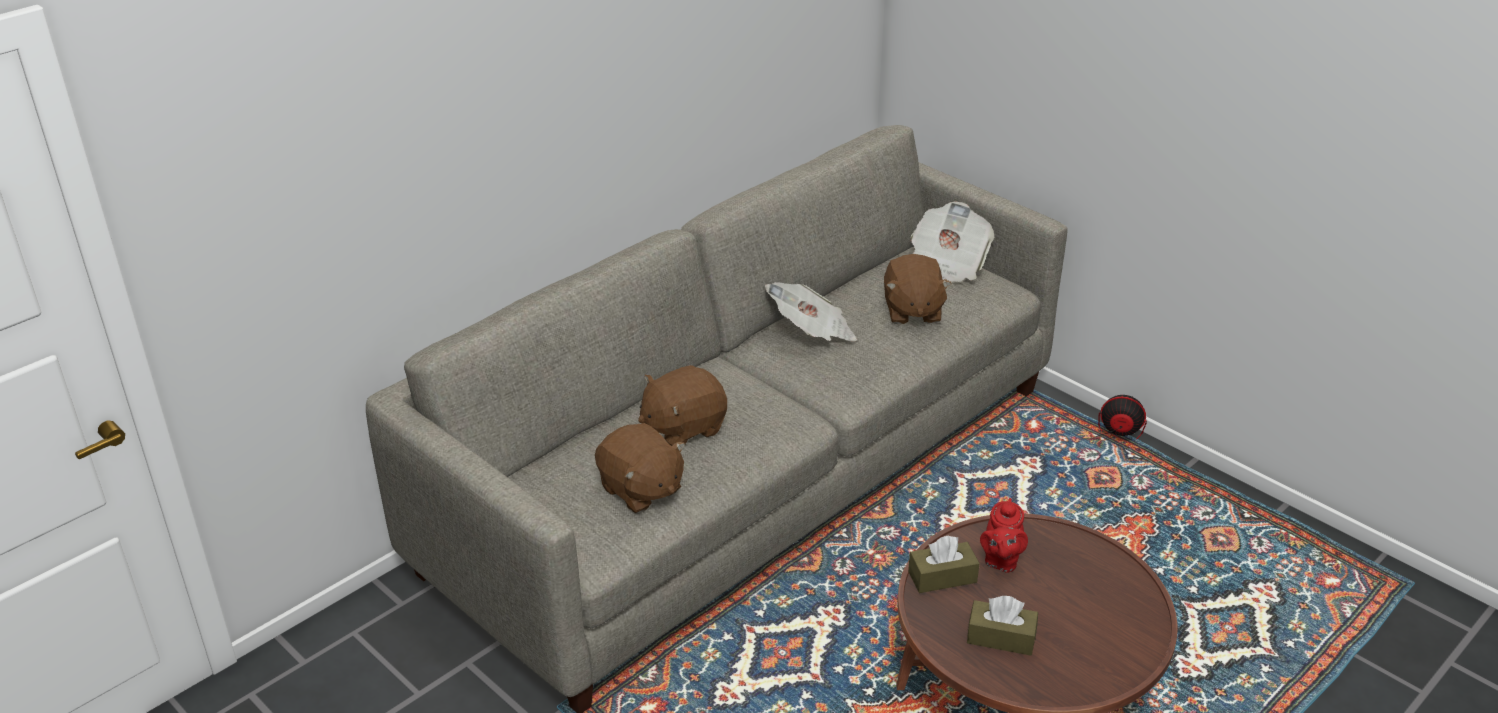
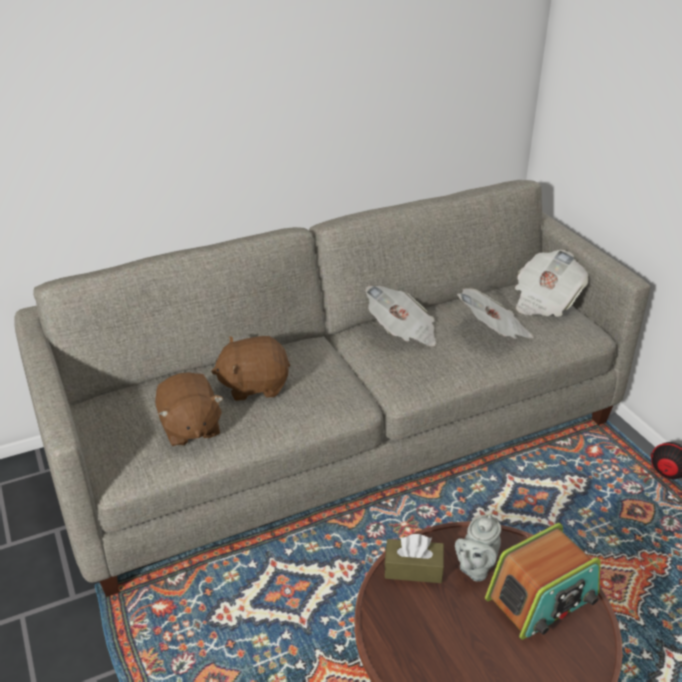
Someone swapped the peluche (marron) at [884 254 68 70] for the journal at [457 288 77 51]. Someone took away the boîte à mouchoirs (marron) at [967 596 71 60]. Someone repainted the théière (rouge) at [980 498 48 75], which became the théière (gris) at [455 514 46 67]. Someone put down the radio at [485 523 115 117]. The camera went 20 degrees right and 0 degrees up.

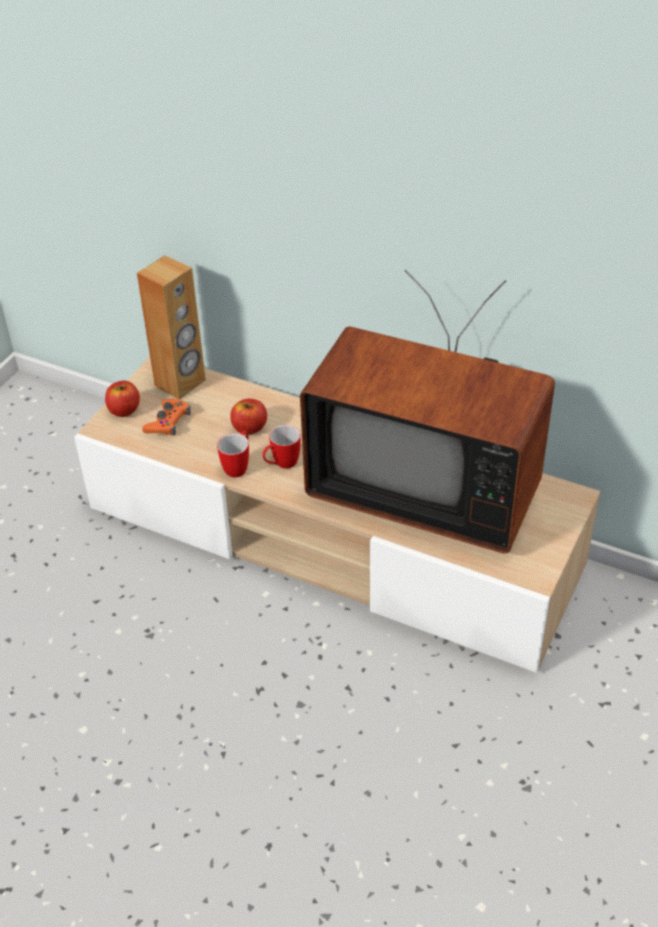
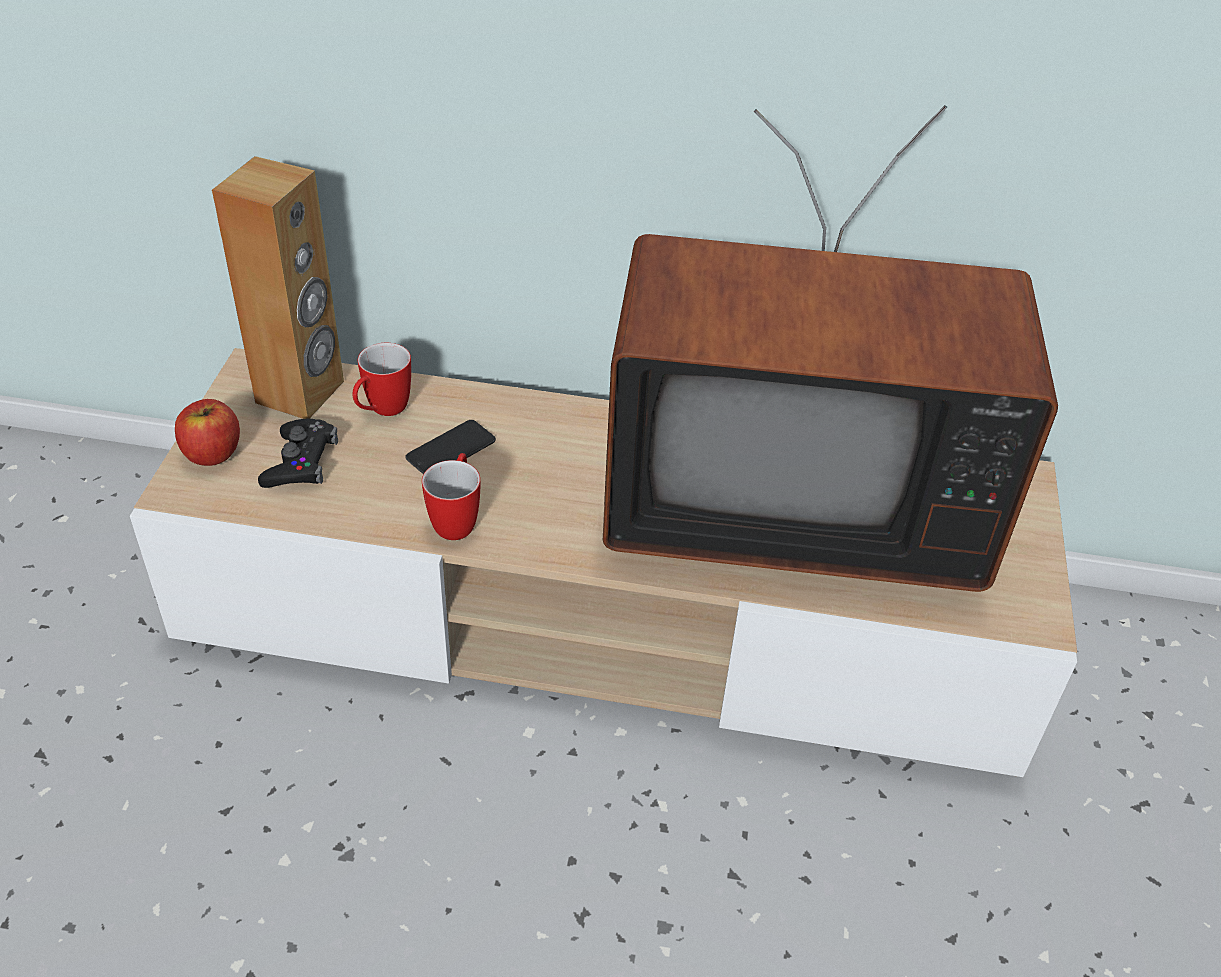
Someone repainted the manette (orange) at [142 399 49 37], which became the manette (noir) at [258 419 80 69]. Someone swapped the pomme at [230 399 37 36] for the téléphone at [405 420 91 54]. Someone carried the mug from [262 425 39 44] to [352 343 59 73]. The camera went 20 degrees left and 0 degrees up.

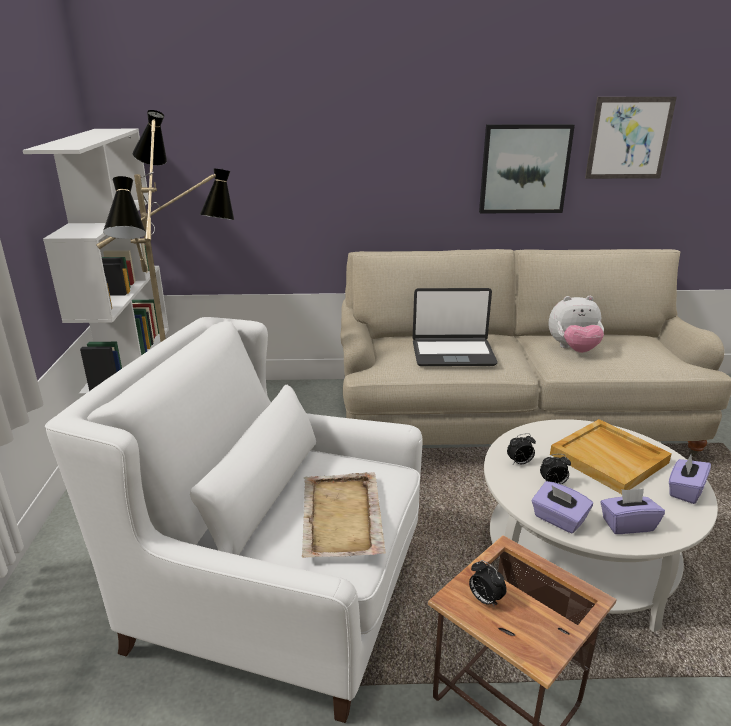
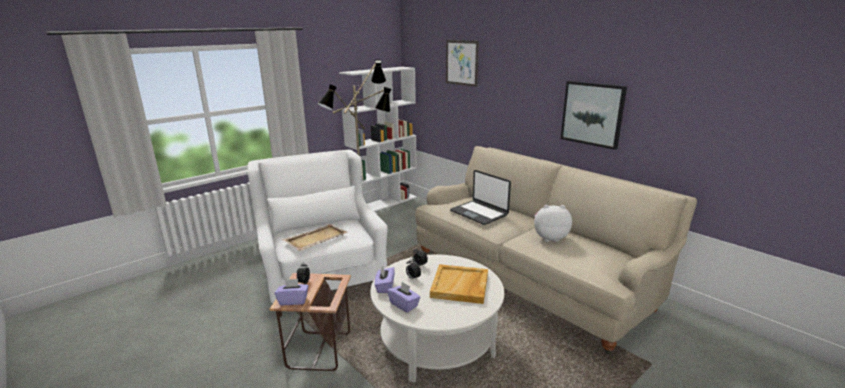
Someone rotated the peluche at [548 296 56 57] by 135 degrees clockwise. Someone carried the tableau from [585 97 92 82] to [446 40 33 47]. Someone carried the boîte à mouchoirs (violet) from [669 455 42 49] to [275 279 34 26]. The camera went 50 degrees right and 5 degrees down.

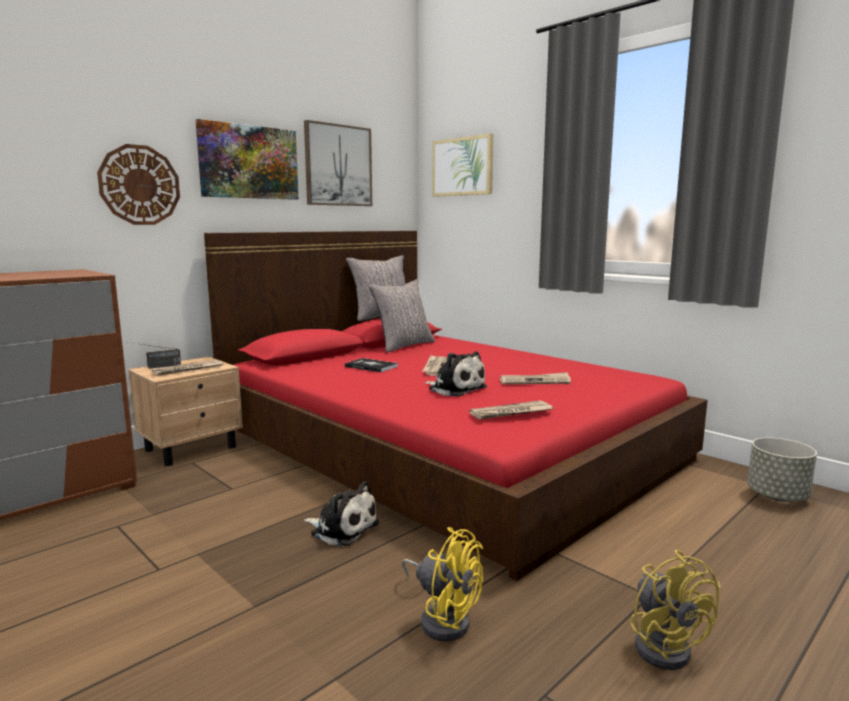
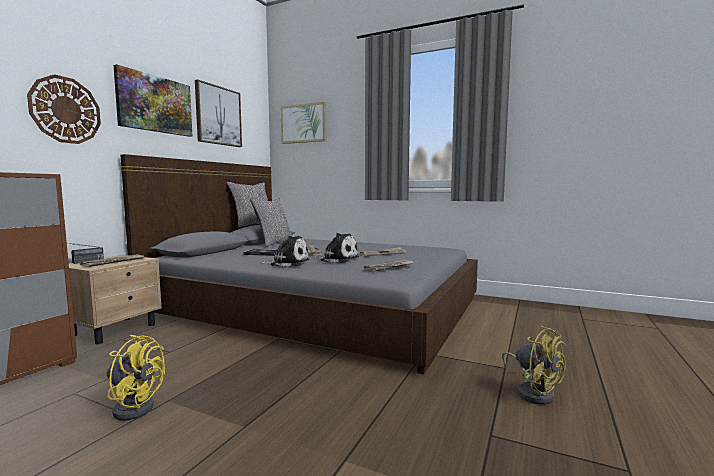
Someone repainted the lit (rouge) at [204 231 504 350], which became the lit (gris) at [120 154 358 220]. Someone carried the peluche from [304 481 75 65] to [261 236 49 31]. Someone carried the ventilateur (jaune) from [402 527 81 115] to [107 335 58 86]. Someone took away the cache-pot (gris) at [747 437 70 65]. The camera went 20 degrees left and 5 degrees down.

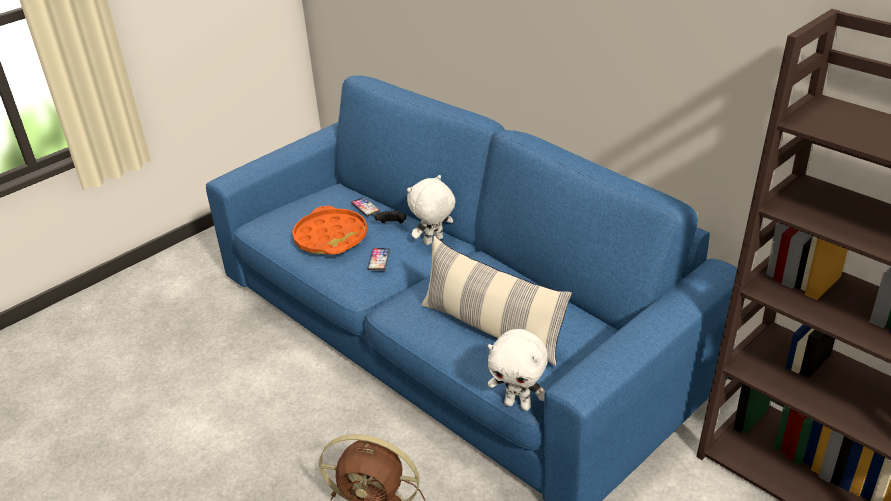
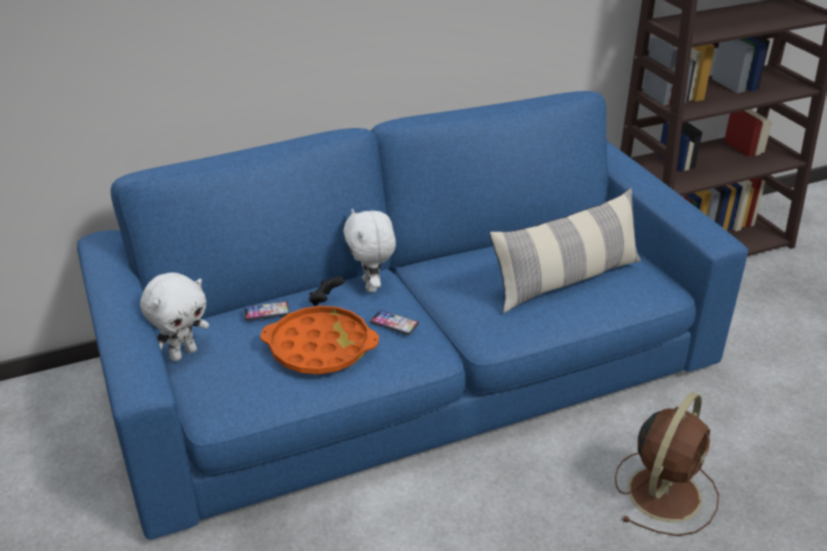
Someone carried the peluche (blanc) from [488 329 60 82] to [140 273 69 89]. The camera went 70 degrees left and 0 degrees up.

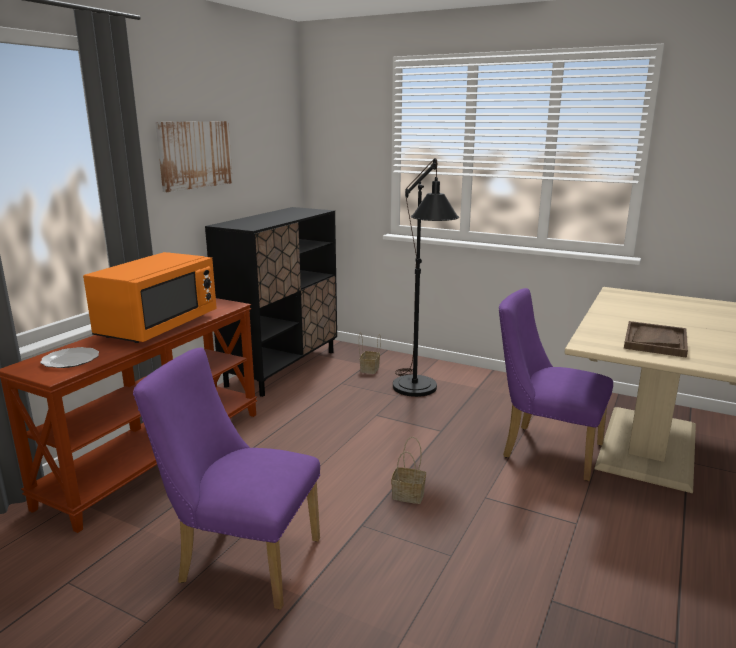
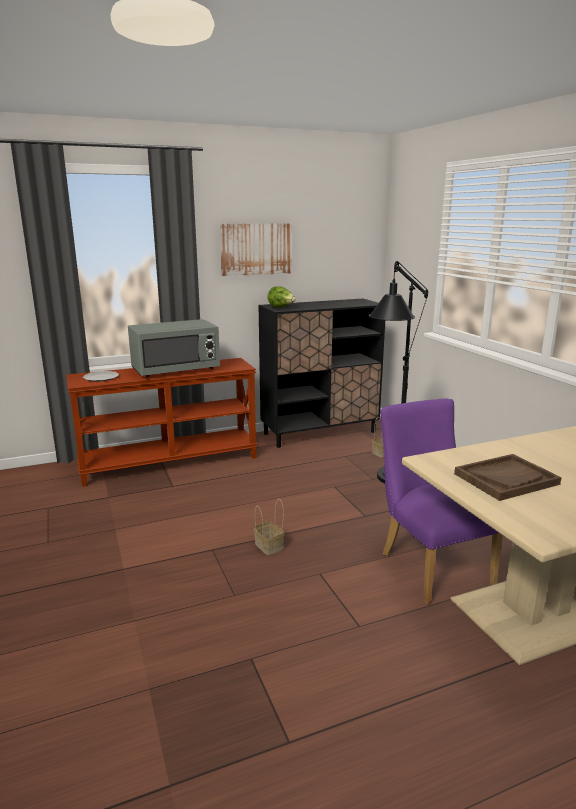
Someone repainted the micro-ondes (orange) at [83 252 134 91], which became the micro-ondes (gris) at [128 319 92 58]. Someone took away the chaise (violet) at [133 347 187 263]. Someone put down the laitue at [267 286 29 22]. The camera went 40 degrees right and 0 degrees up.

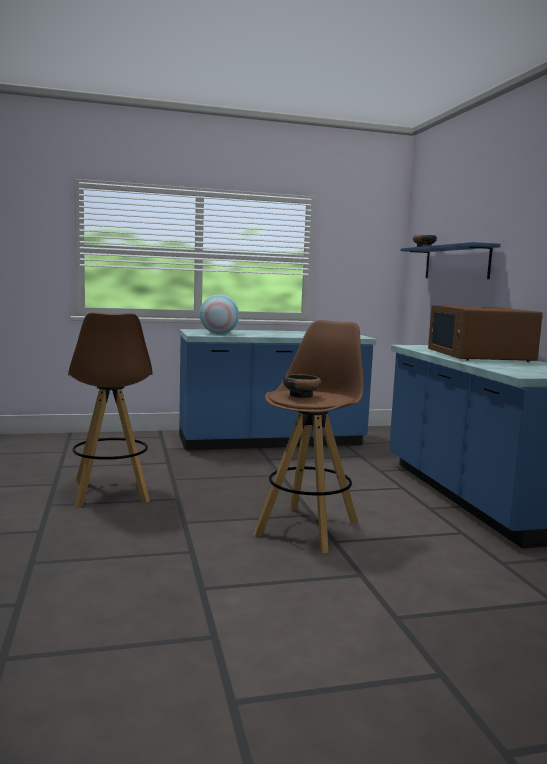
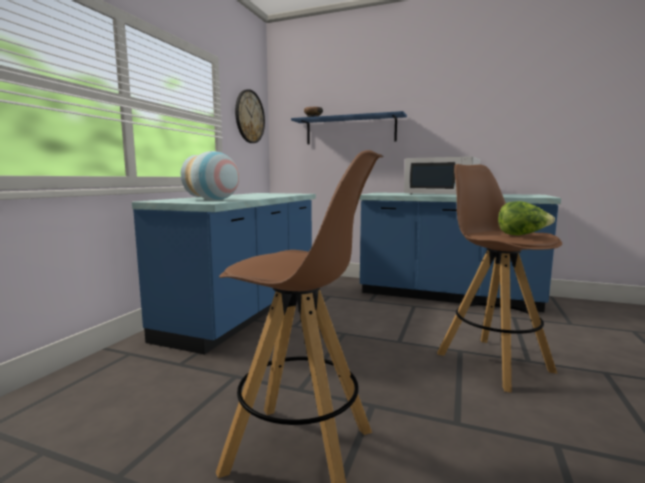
Someone swapped the bol at [283 374 38 24] for the laitue at [498 201 57 34]. Someone repainted the micro-ondes (marron) at [428 305 115 57], which became the micro-ondes (blanc) at [404 156 76 39]. Someone put up the horloge murale at [235 89 30 54]. The camera went 55 degrees left and 0 degrees up.

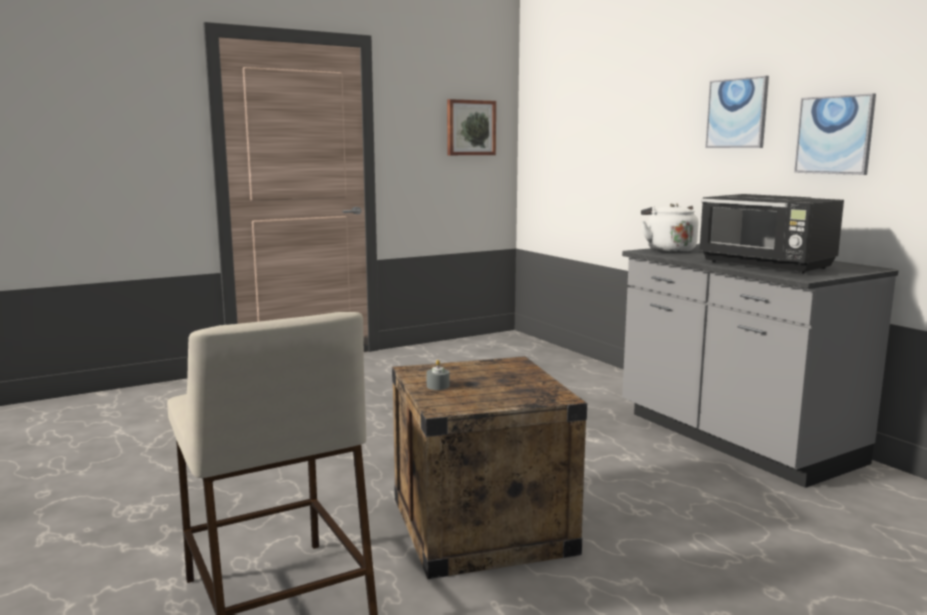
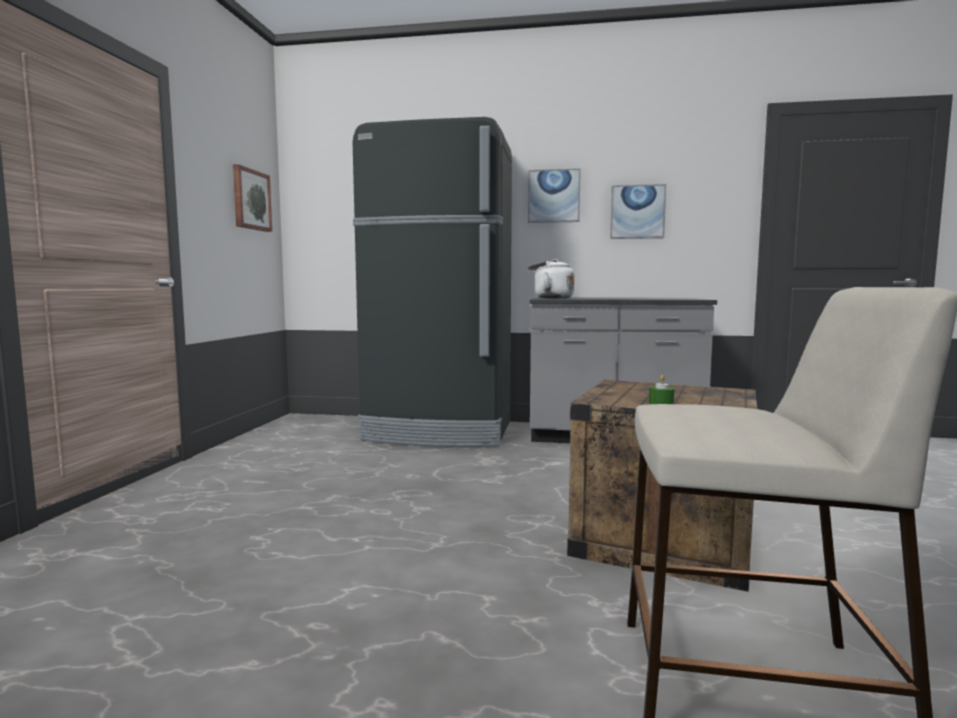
Someone repainted the bougie (gris) at [427 360 23 30], which became the bougie (vert) at [649 375 25 29]. Someone took away the micro-ondes (noir) at [699 194 145 80]. Someone put down the réfrigérateur (noir) at [353 117 159 330]. The camera went 50 degrees left and 5 degrees down.

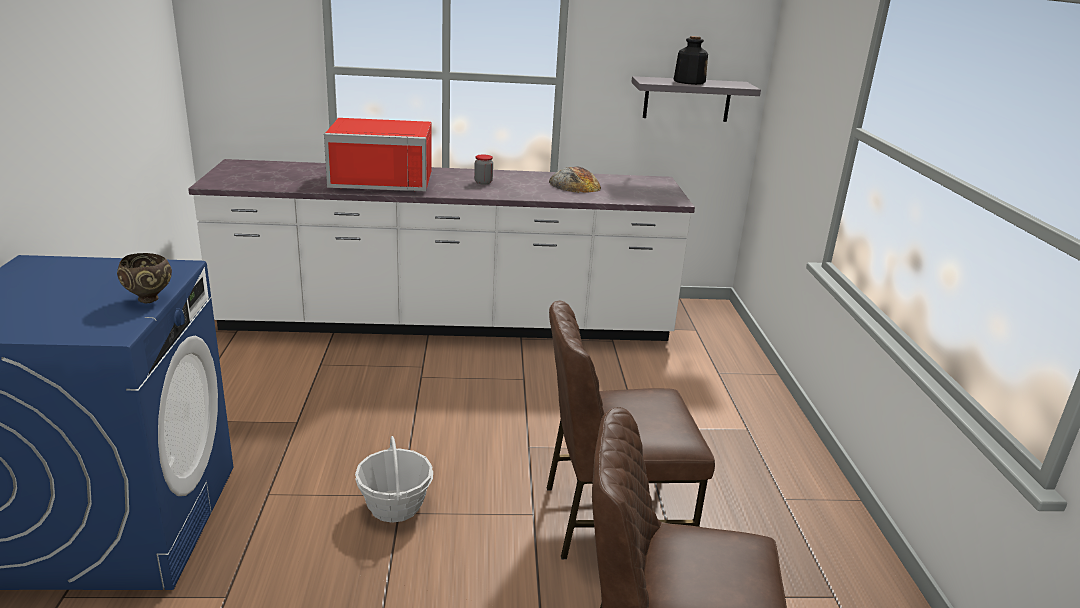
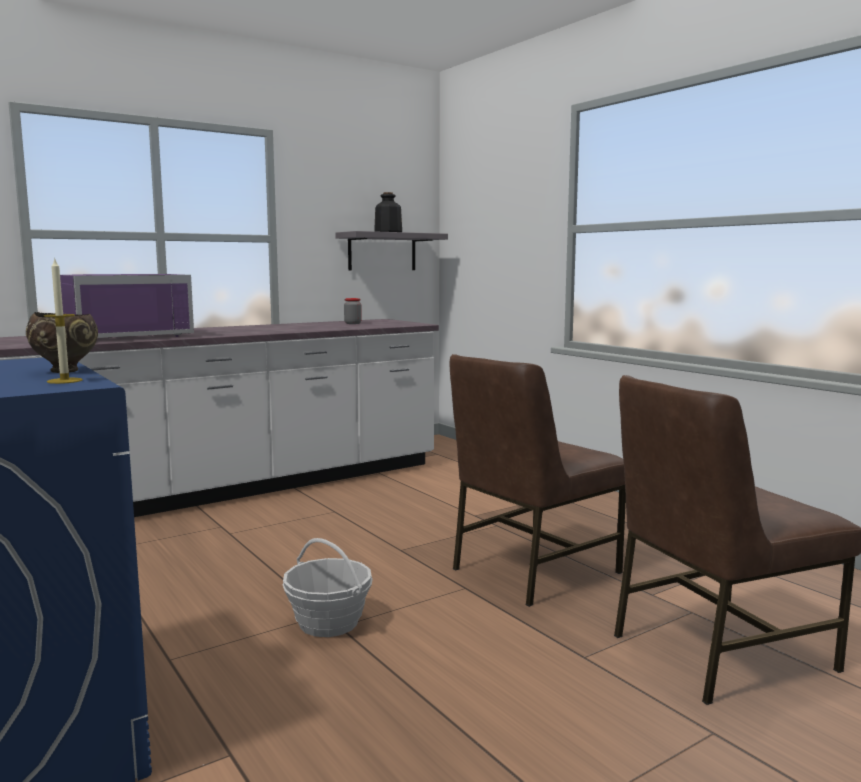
Someone repainted the micro-ondes (rouge) at [324 118 108 73], which became the micro-ondes (violet) at [60 274 134 64]. Someone carried the bocal from [474 154 19 31] to [344 298 18 26]. Someone took away the pain at [549 167 52 26]. Someone put down the bougie at [44 258 39 126]. The camera went 30 degrees left and 15 degrees down.

